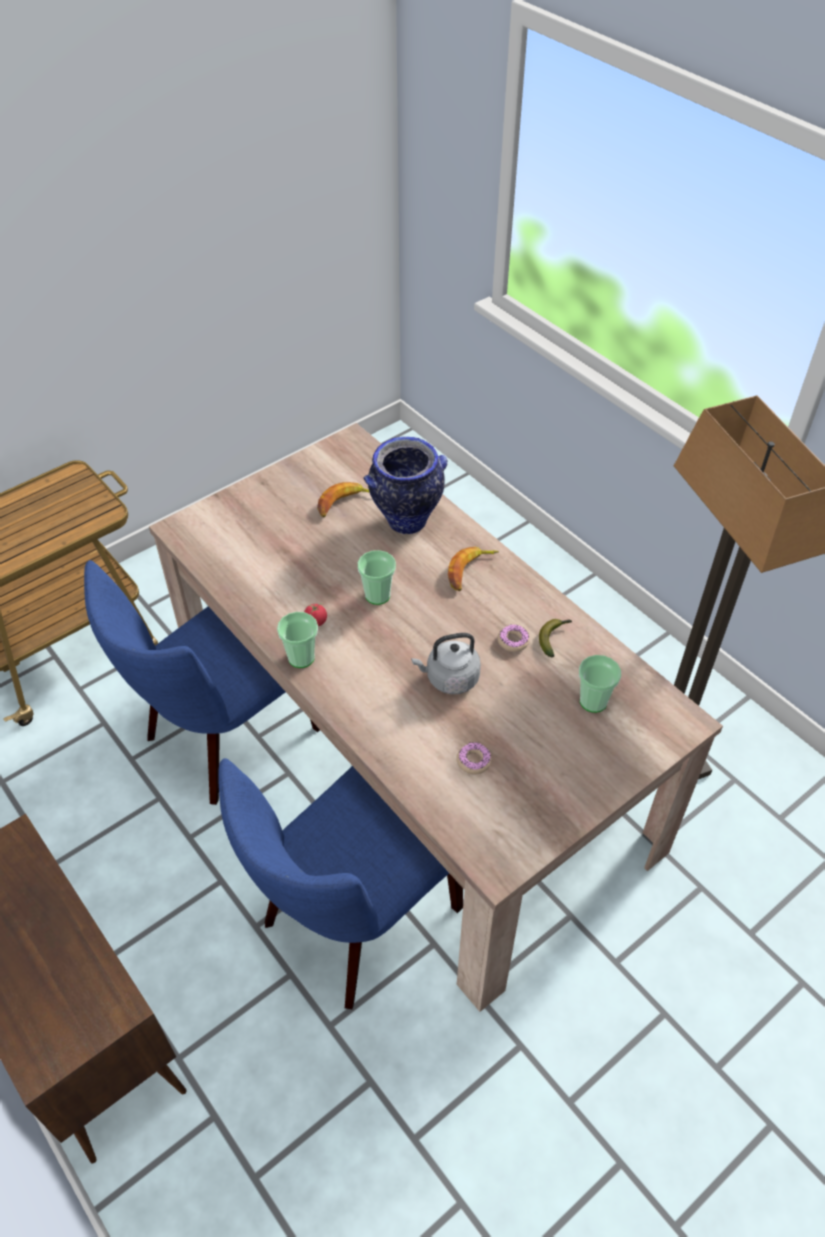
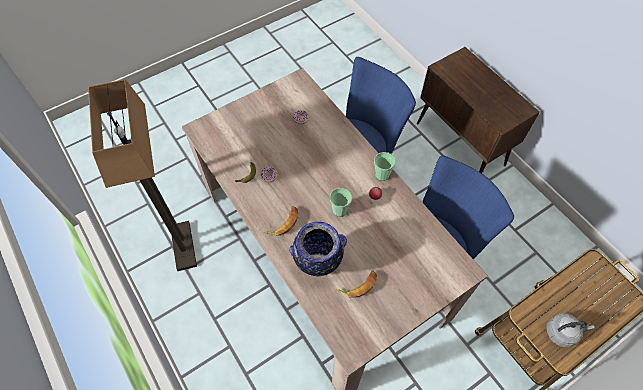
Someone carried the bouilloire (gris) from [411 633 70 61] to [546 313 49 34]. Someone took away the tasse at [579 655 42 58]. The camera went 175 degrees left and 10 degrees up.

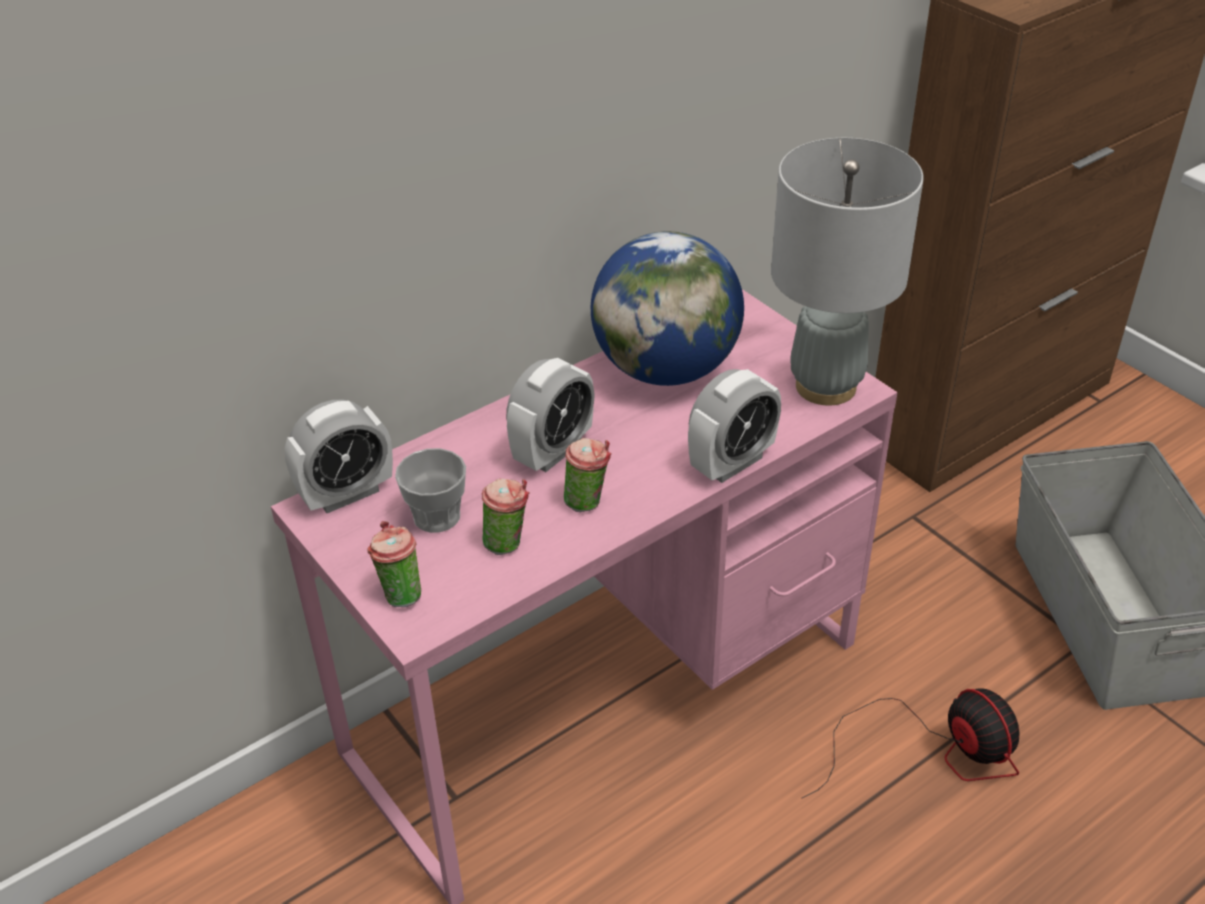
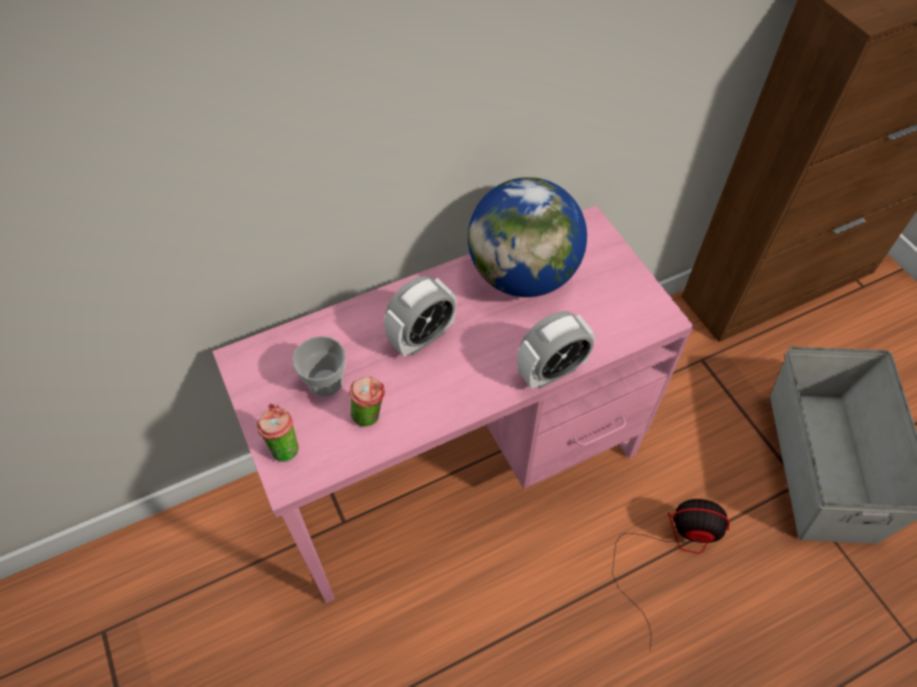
Someone took away the réveil at [285 399 108 114]. Someone took away the tasse at [564 438 47 74]. Someone took away the lampe de table (gris) at [771 138 153 268]. Someone rotated the ventilateur at [801 688 219 111] by 60 degrees counterclockwise. The camera went 10 degrees right and 15 degrees up.

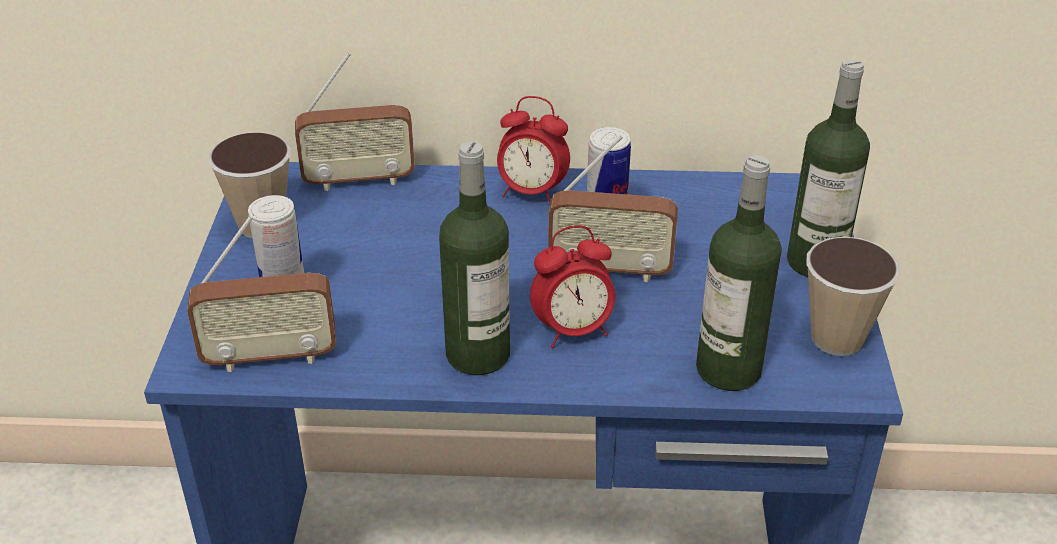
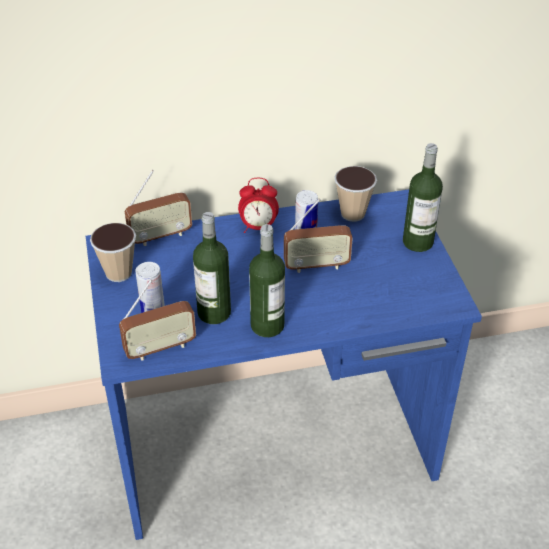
Someone took away the réveil at [530 225 85 123]. Someone carried the bouteille from [696 155 86 236] to [193 212 38 112]. Someone carried the tasse from [806 237 94 119] to [334 166 43 56]. The camera went 15 degrees left and 5 degrees up.

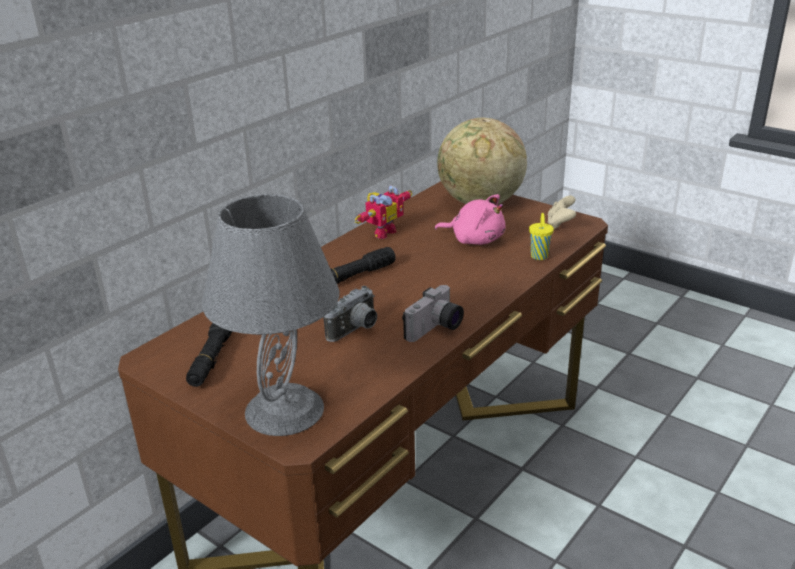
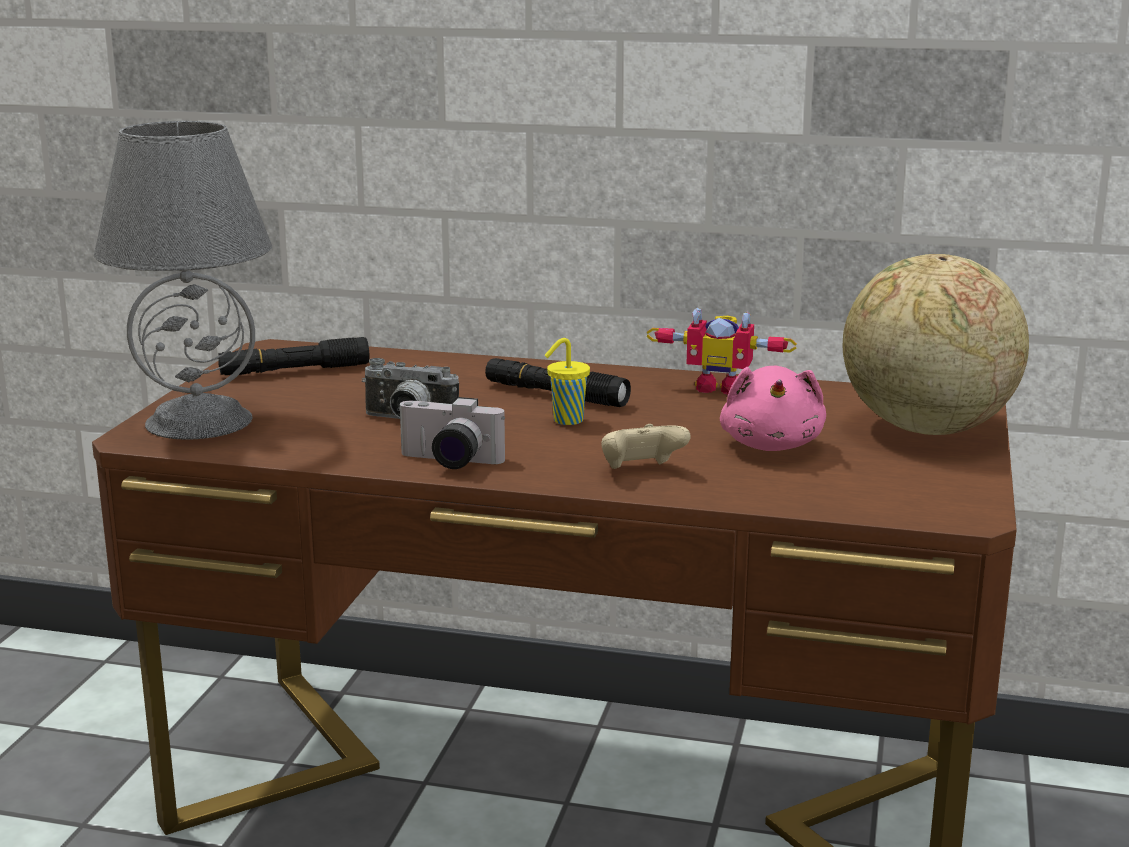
Someone carried the tasse (jaune) from [529 213 25 47] to [544 338 46 87]. Someone carried the manette (beige) from [548 196 28 33] to [601 424 90 45]. The camera went 65 degrees right and 10 degrees down.

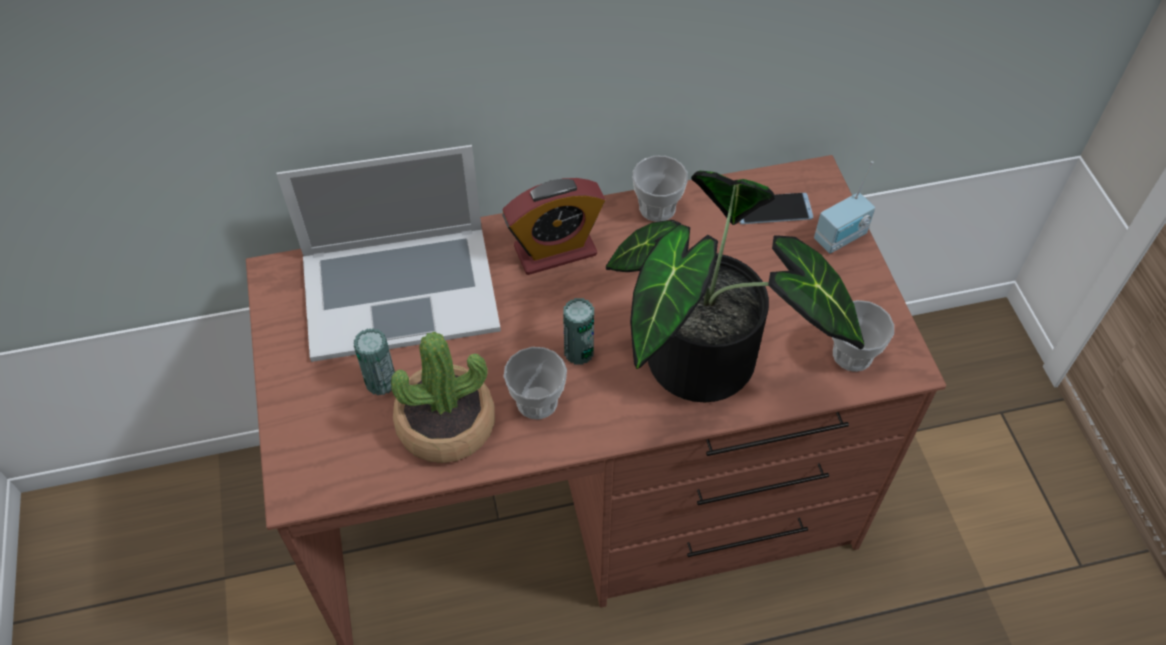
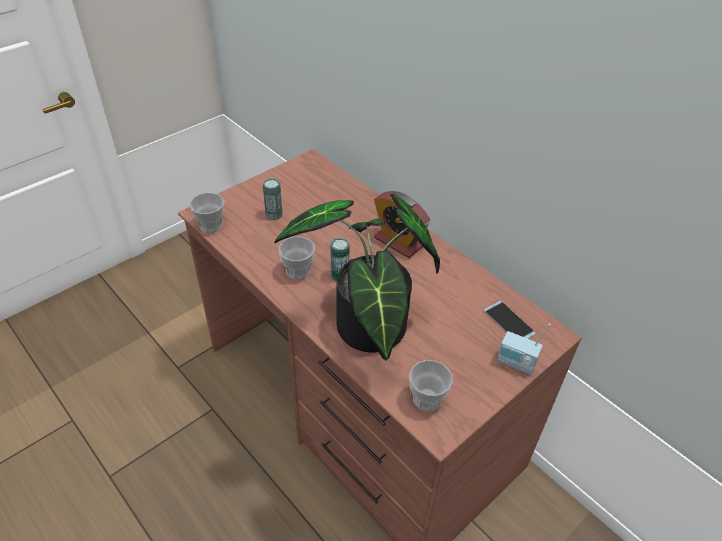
Someone took away the ordinateur portable at [276 145 225 217]. Someone took away the plante en pot at [391 332 104 131]. Someone carried the tasse from [633 155 55 67] to [189 193 35 40]. The camera went 60 degrees right and 10 degrees down.

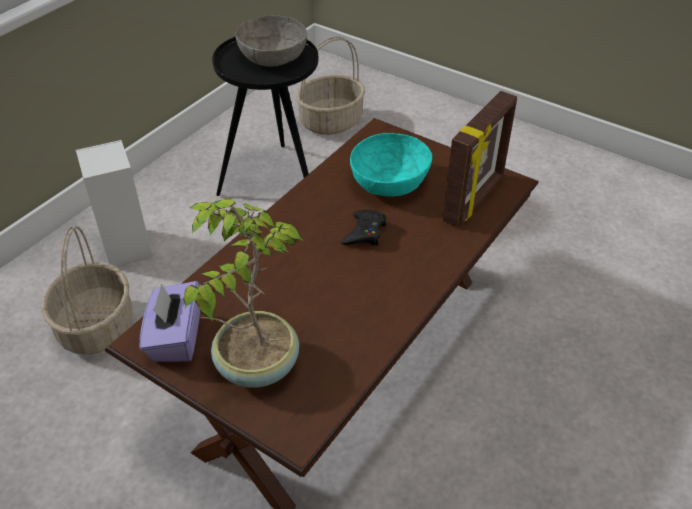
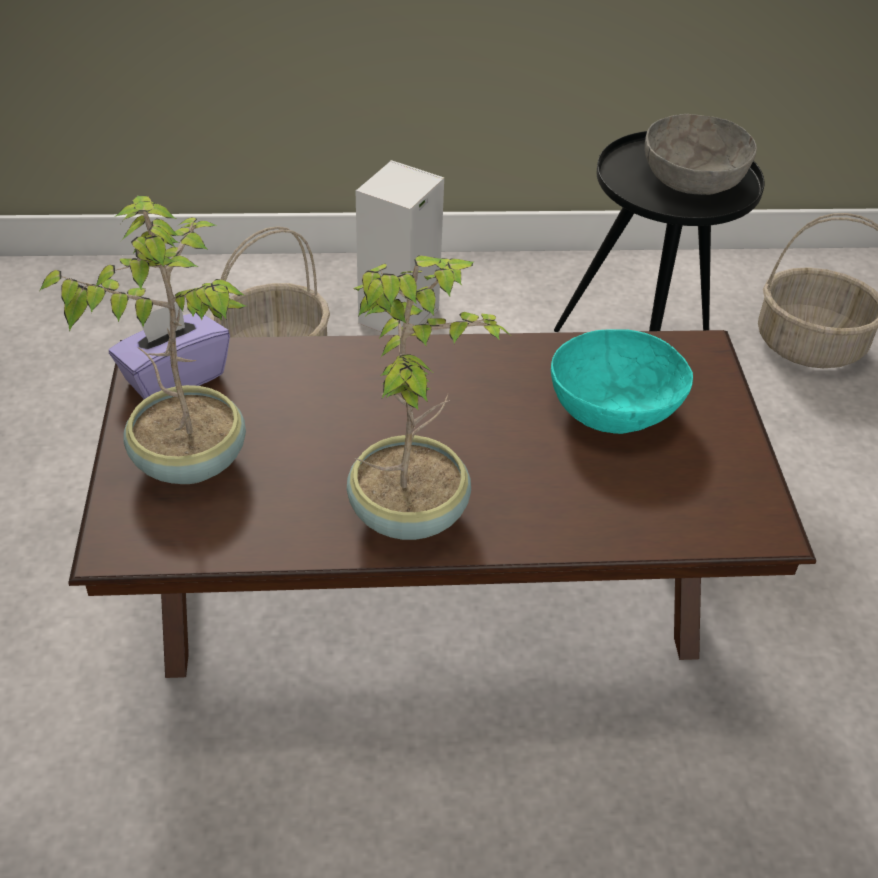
Someone took away the manette (noir) at [341 210 45 35]. Someone took away the cadre photo at [442 91 75 136]. Someone put down the plante en pot at [347 256 163 284]. The camera went 50 degrees right and 0 degrees up.

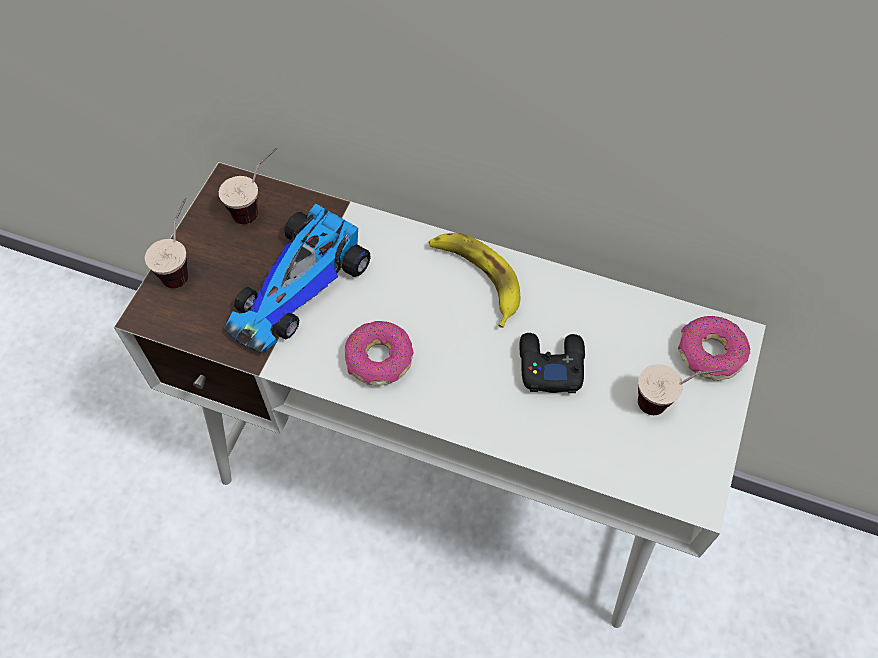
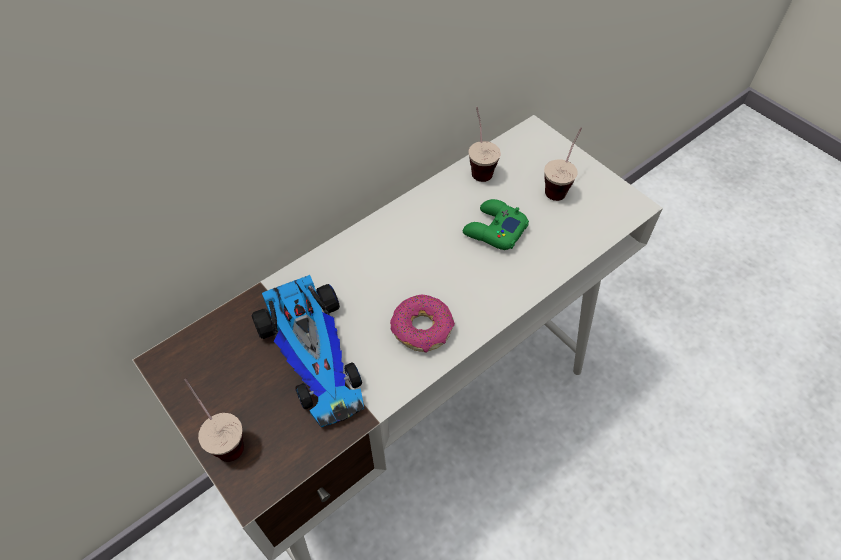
Someone carried the tasse from [219 147 59 77] to [468 107 33 75]. Someone took away the banane at [429 233 91 95]. Someone repainted the manette (noir) at [520 333 65 60], which became the manette (vert) at [463 199 66 51]. Someone took away the beignet at [678 316 72 65]. The camera went 60 degrees left and 5 degrees down.

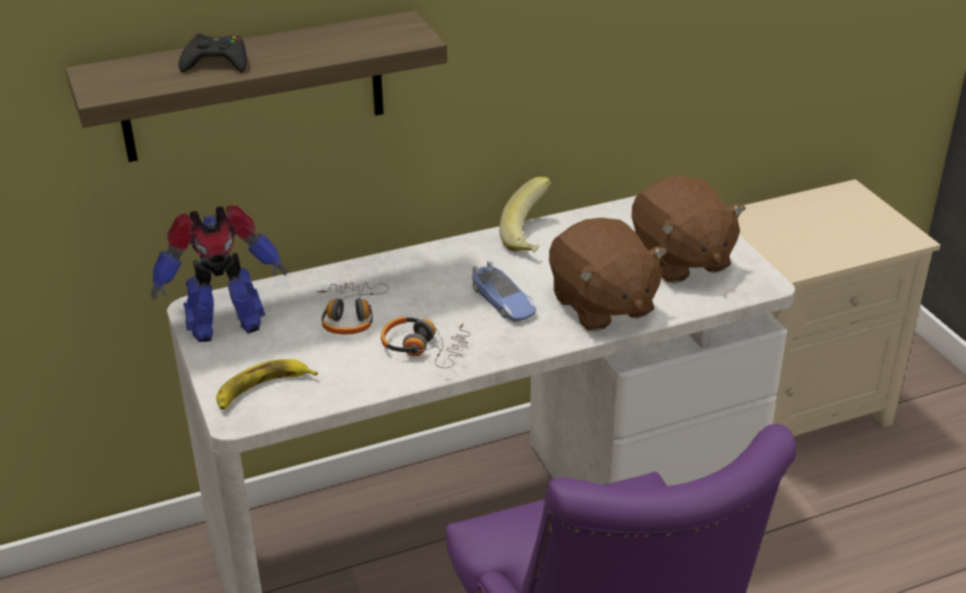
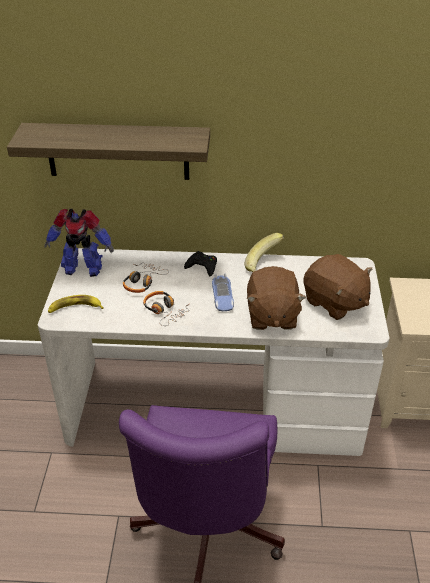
Someone carried the manette (noir) from [179 34 68 38] to [184 251 33 26]. Someone rotated the peluche (marron) at [632 176 114 107] by 45 degrees counterclockwise. The camera went 25 degrees right and 5 degrees up.

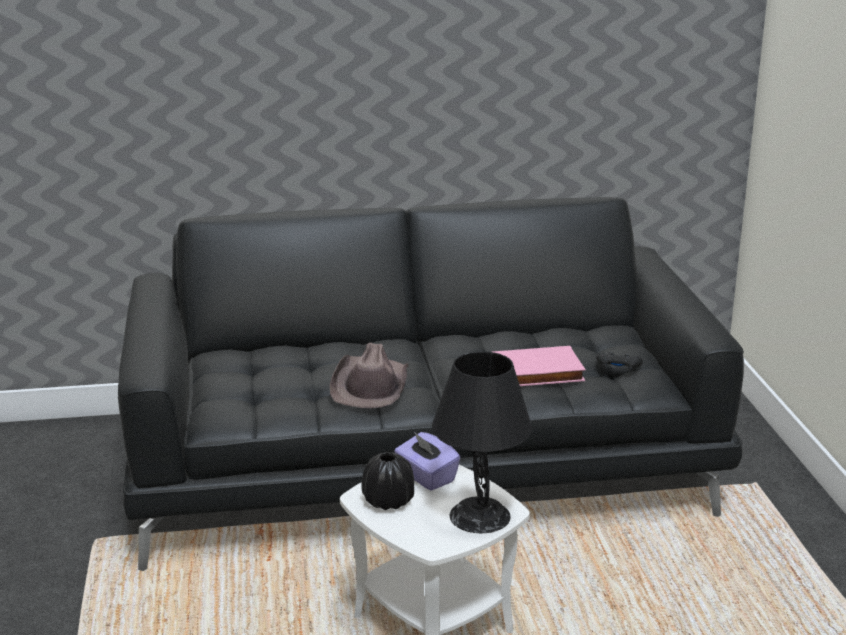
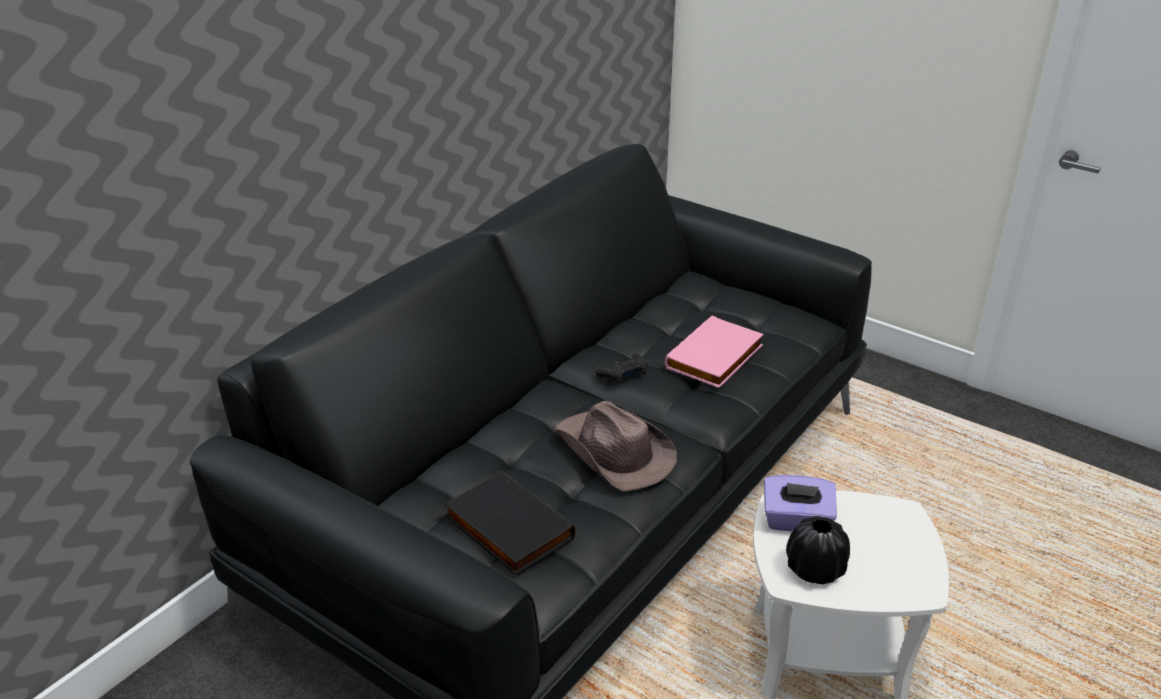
Someone took away the lampe de table (noir) at [432 351 100 182]. Someone carried the manette (noir) from [596 352 47 19] to [595 354 53 29]. Someone put down the livre (noir) at [444 471 131 105]. The camera went 45 degrees left and 10 degrees up.

